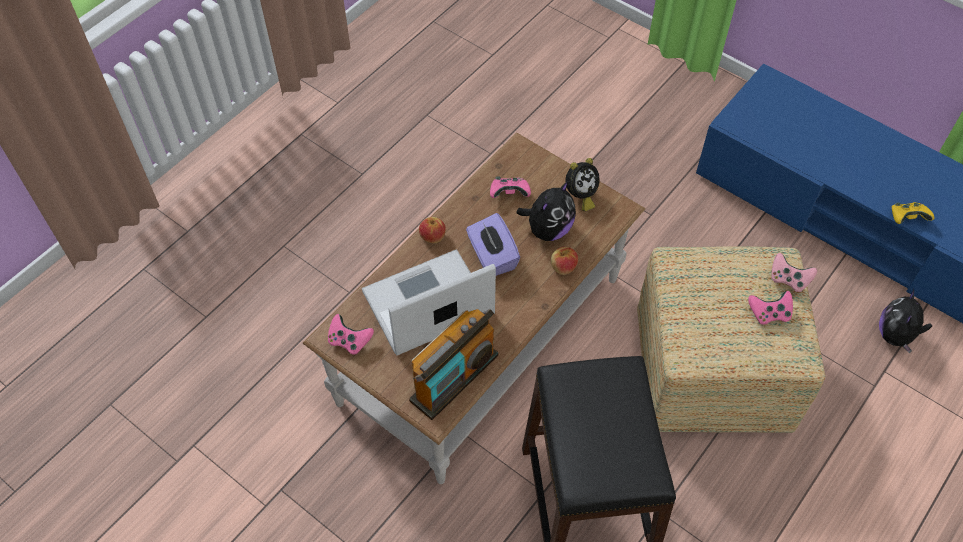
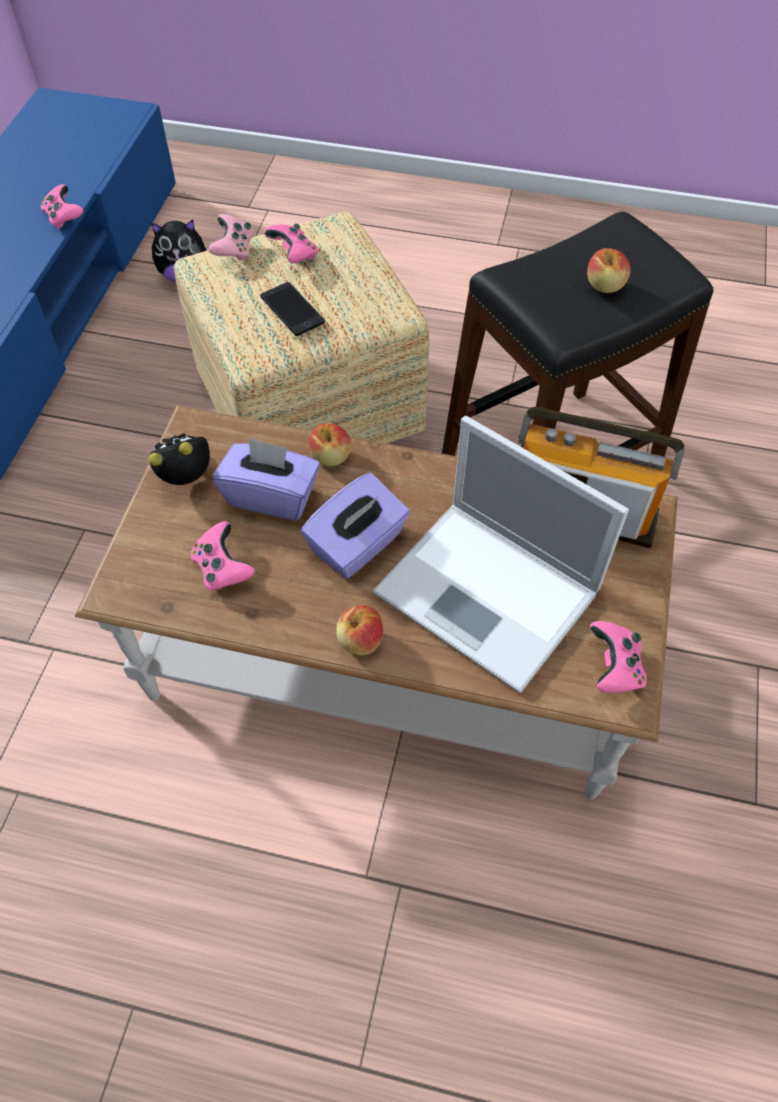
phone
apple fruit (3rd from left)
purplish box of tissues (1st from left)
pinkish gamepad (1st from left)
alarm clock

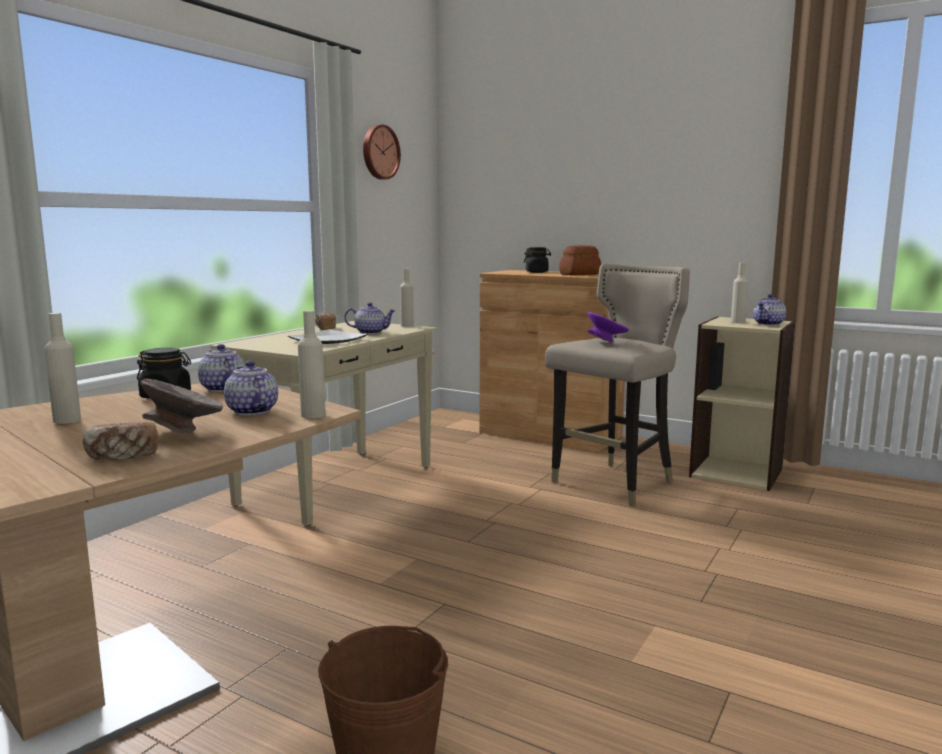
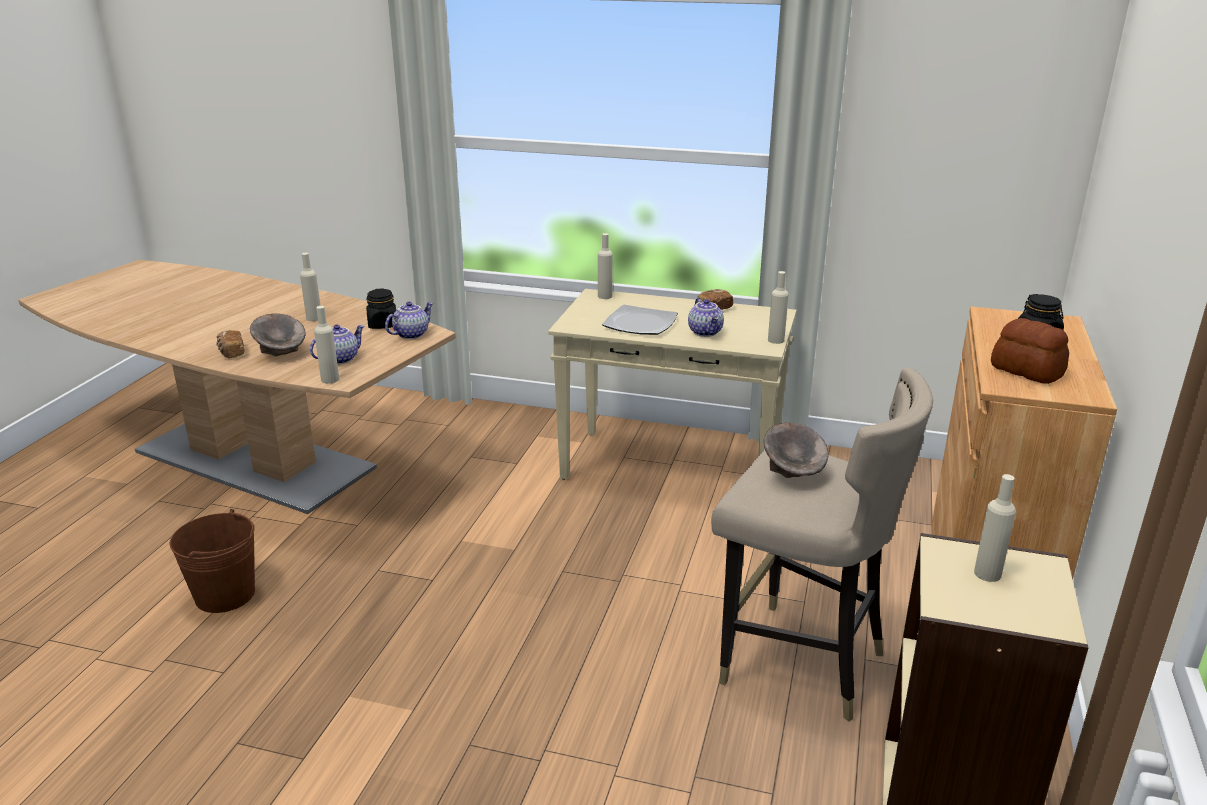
wall clock
tea pot (4th from left in the first image)
beige-coloured bottle (3rd from left)
gray serving bowl (2nd from left)

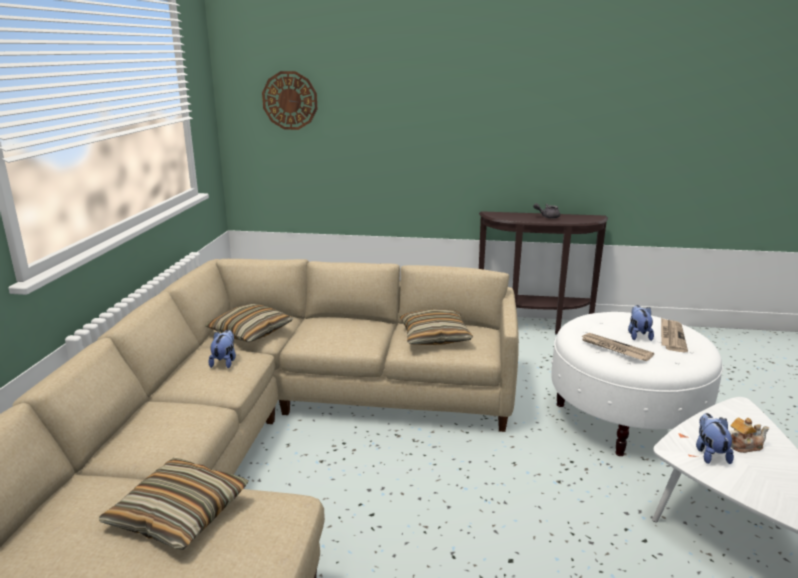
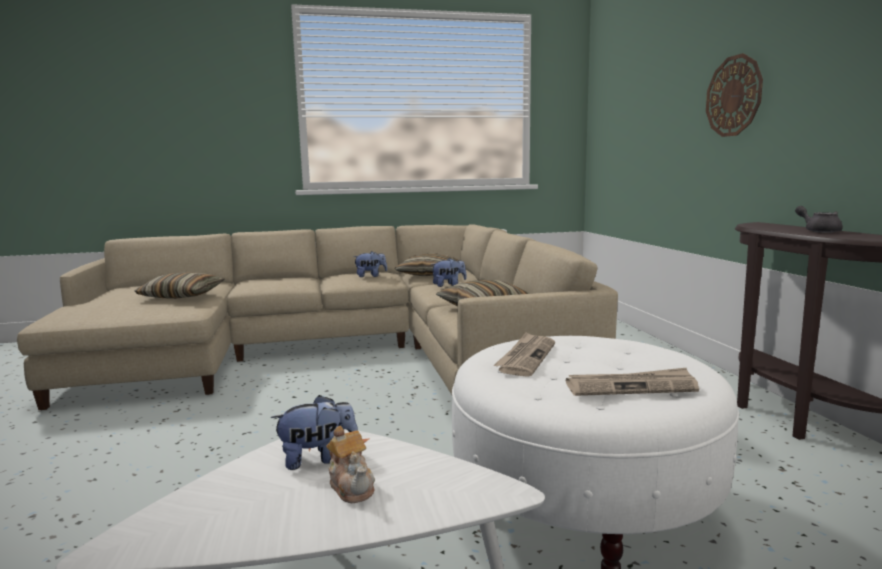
wall clock
plush toy (3rd from left)

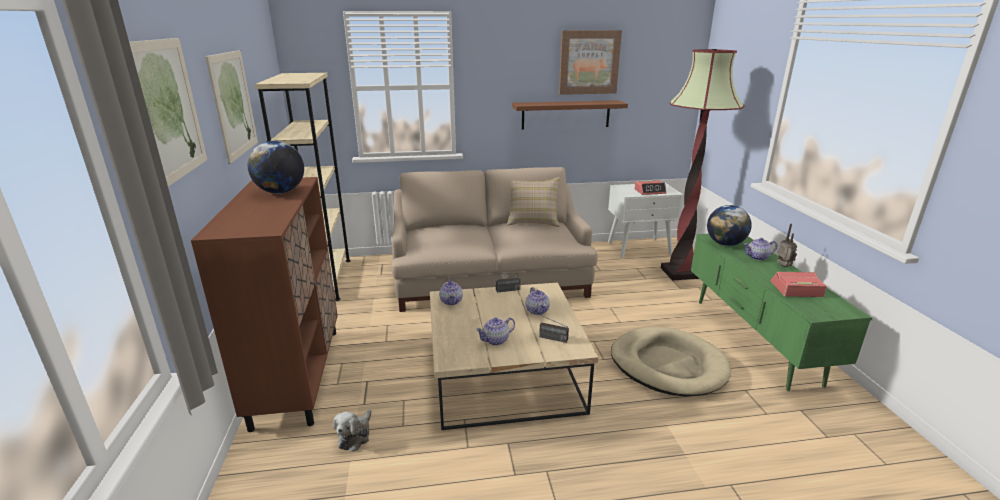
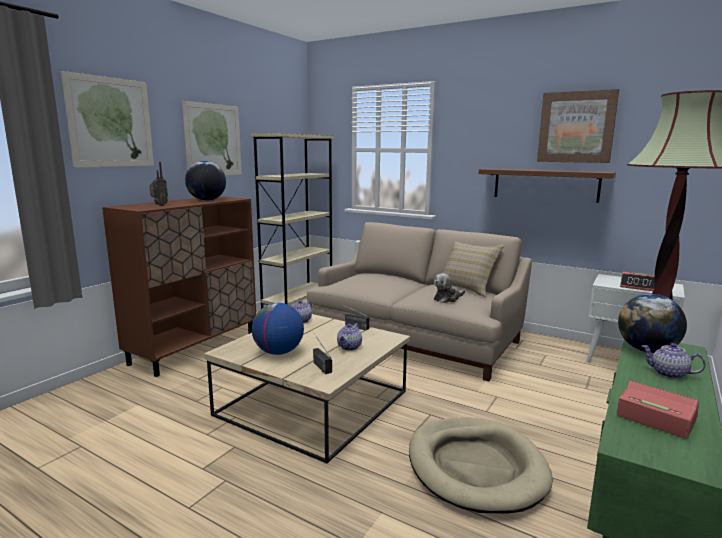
plush toy
radio (1st from left)
desk globe (2nd from left)

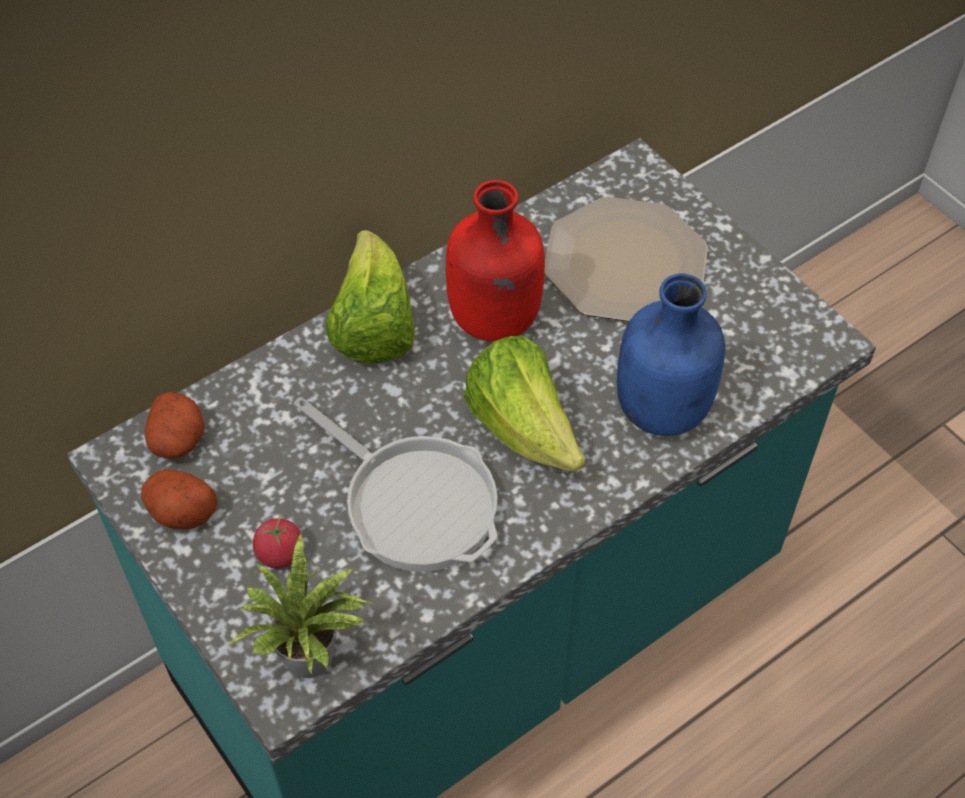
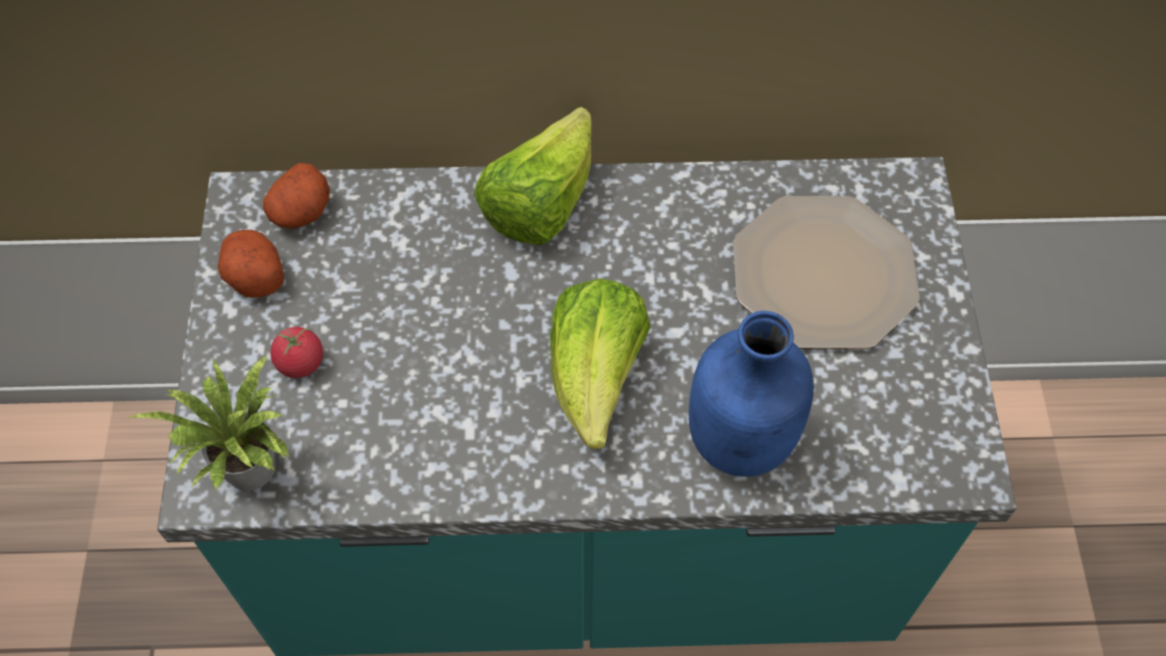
pan
reddish bottle

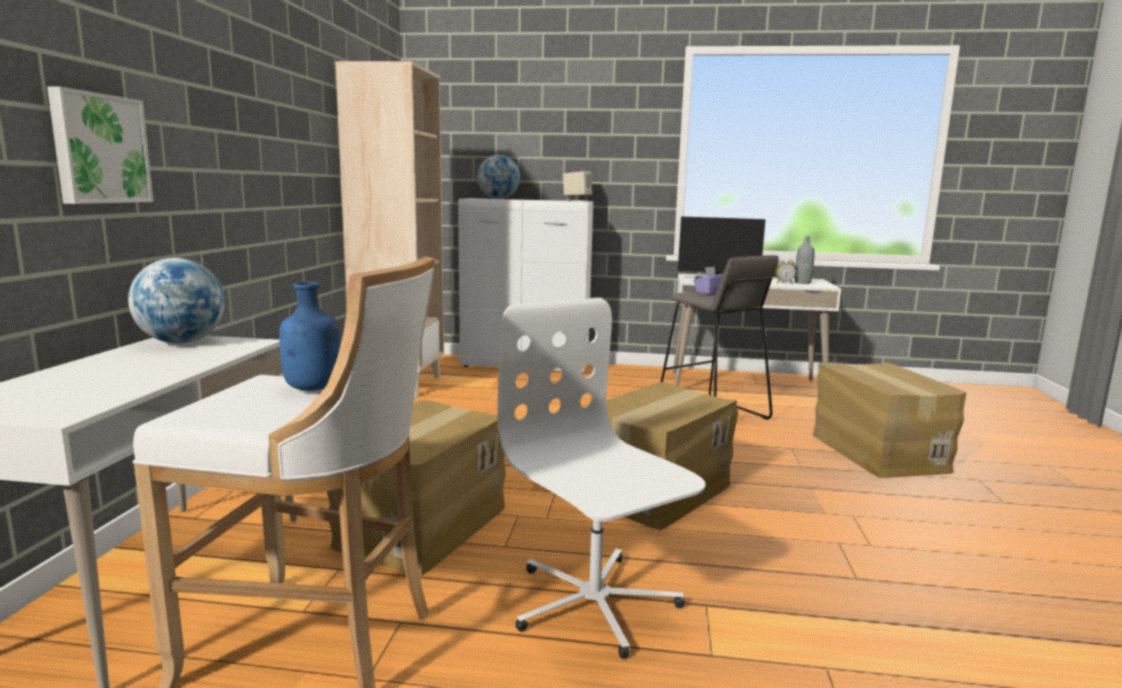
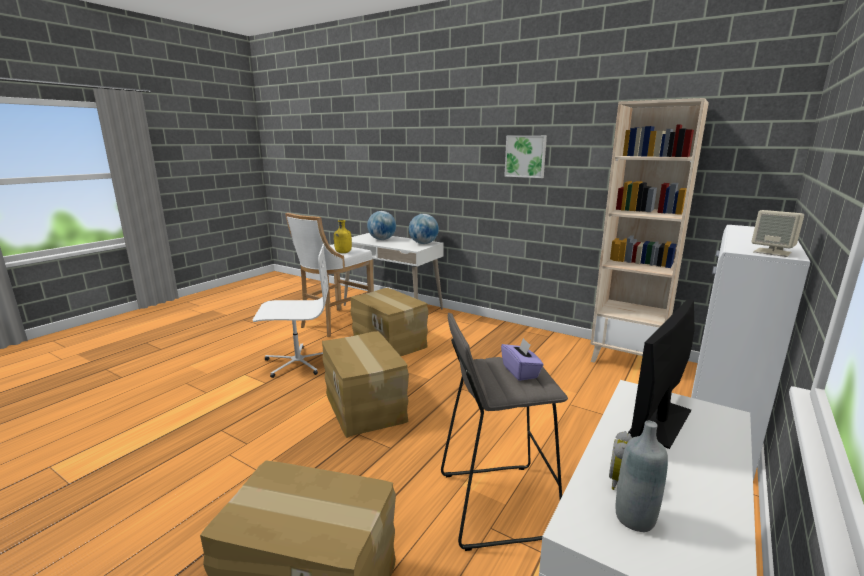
wall picture
desk globe (1st from left)
yellow-coloured bottle

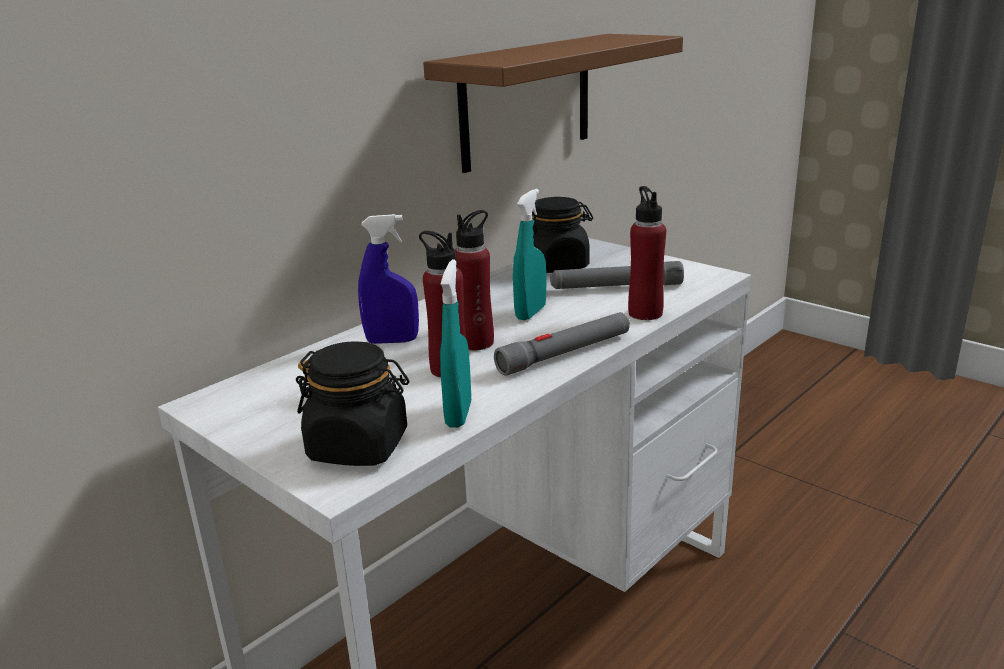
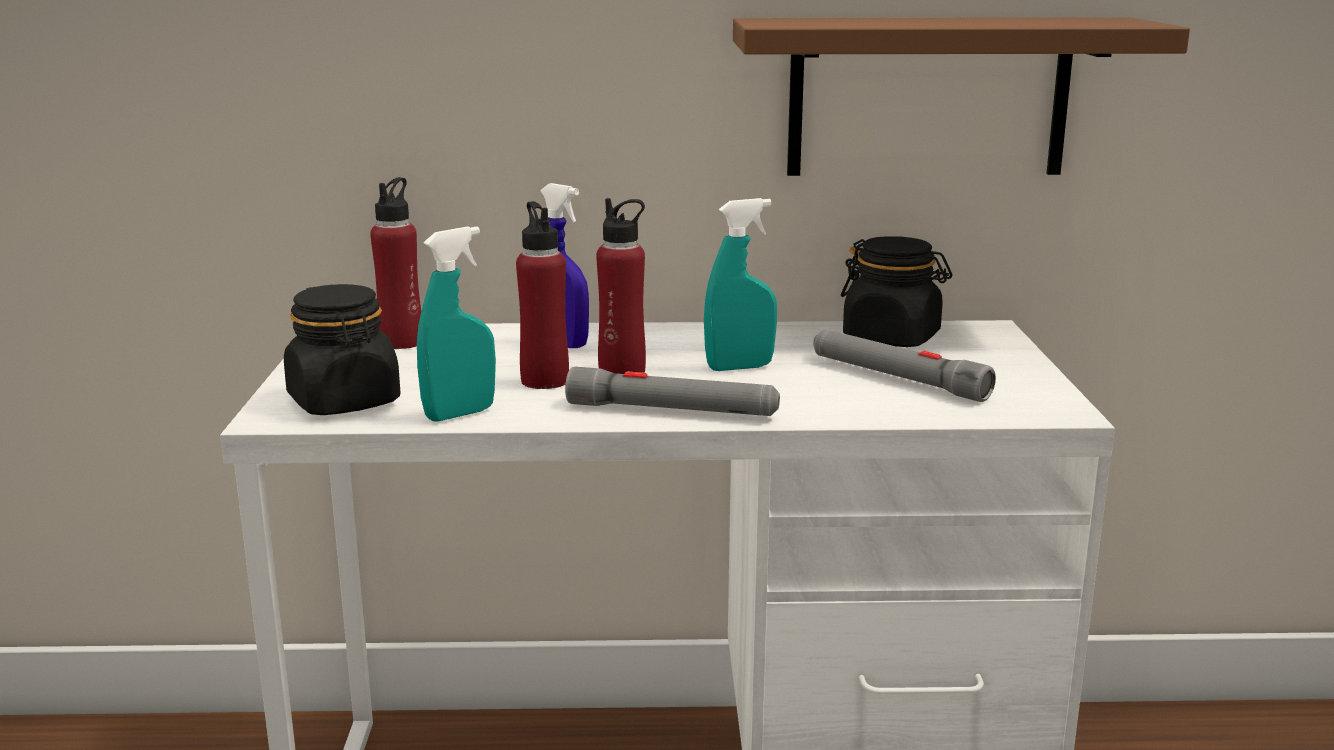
reddish bottle (1st from left)

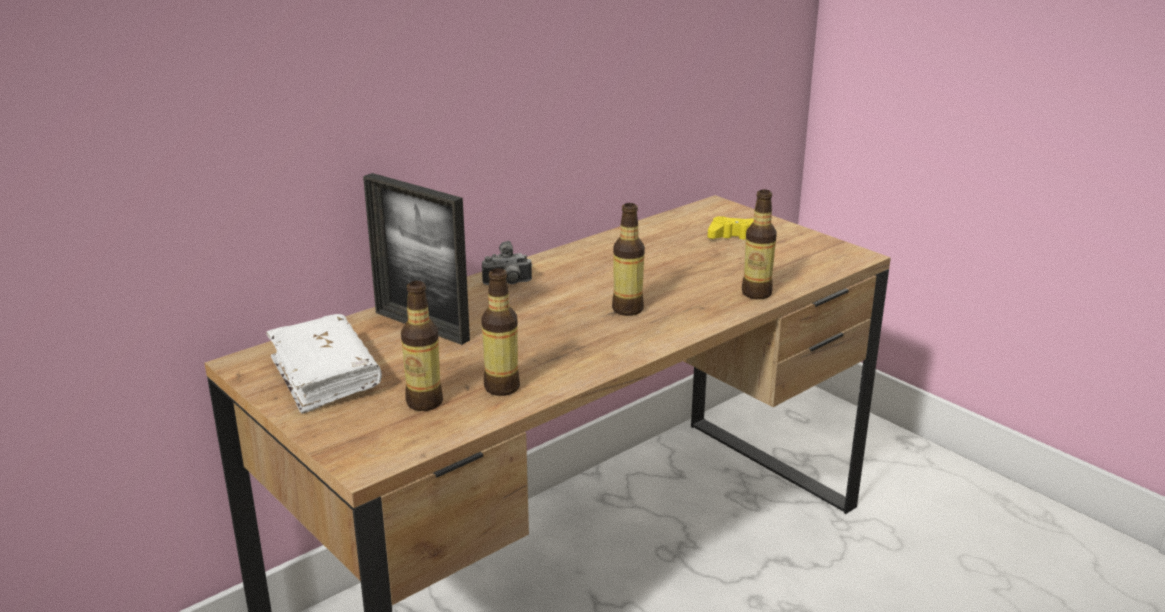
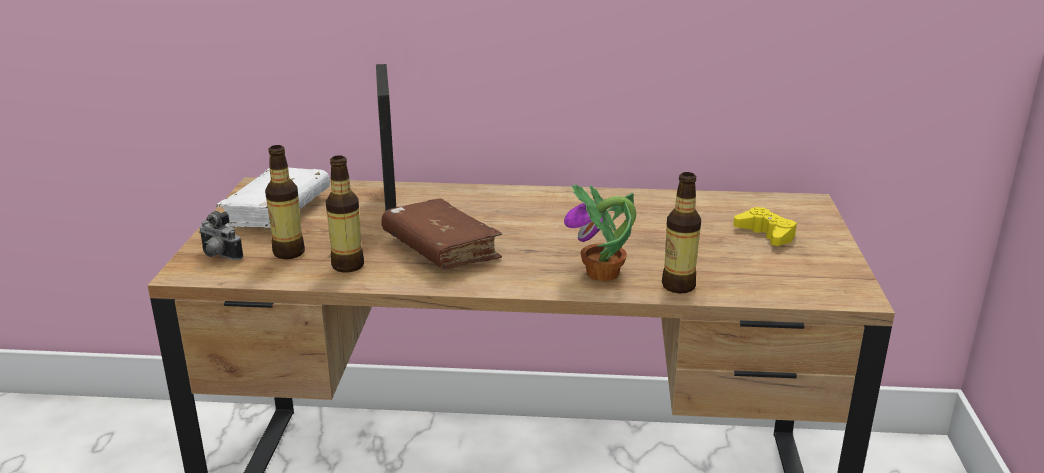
bottle (3rd from left in the first image)
brownish bound book
potted plant
still camera

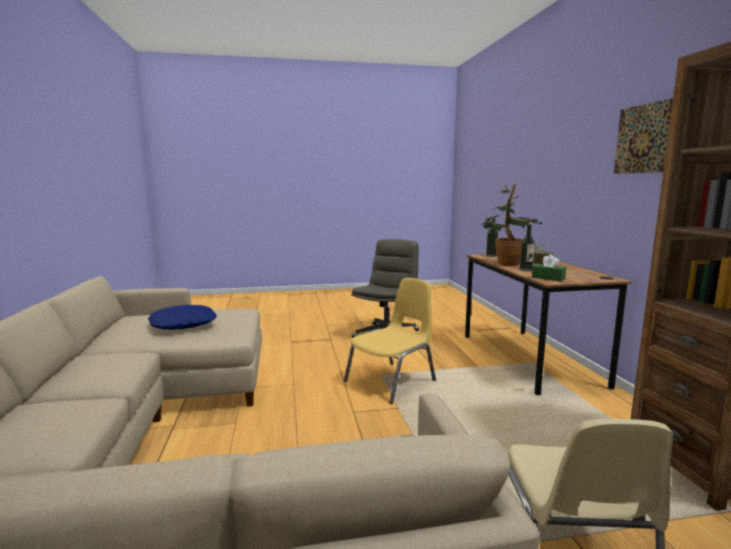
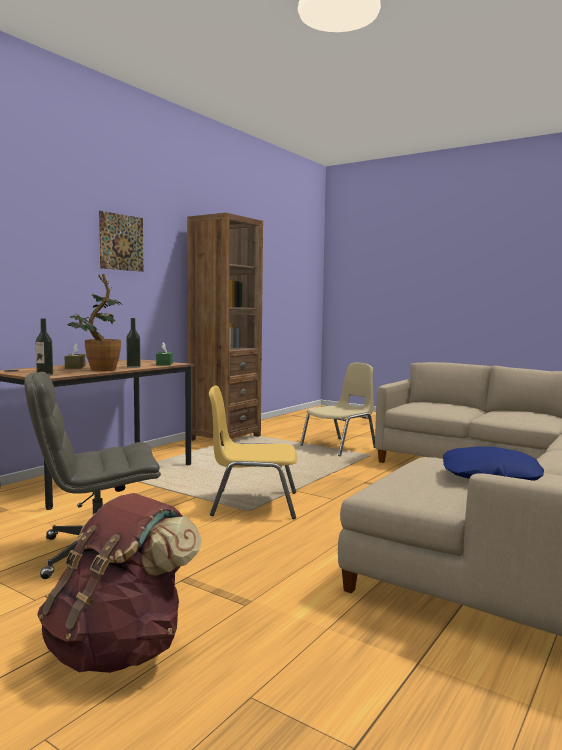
brownish knapsack

